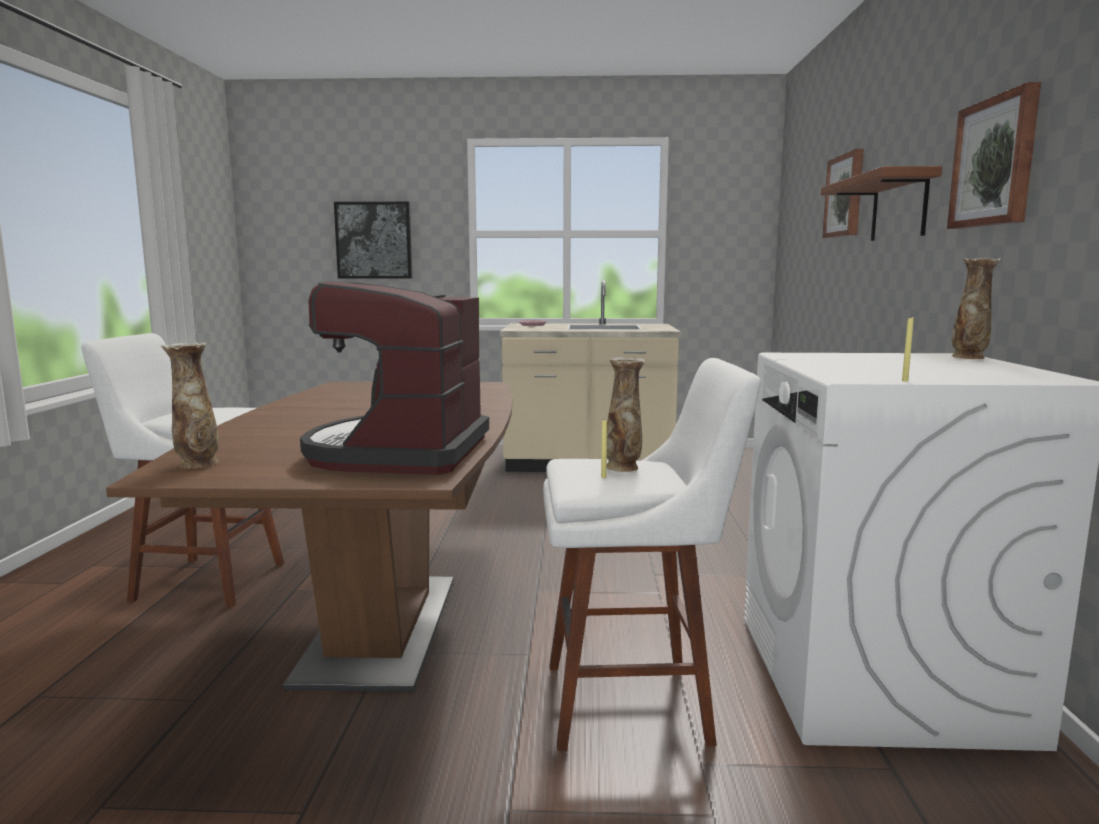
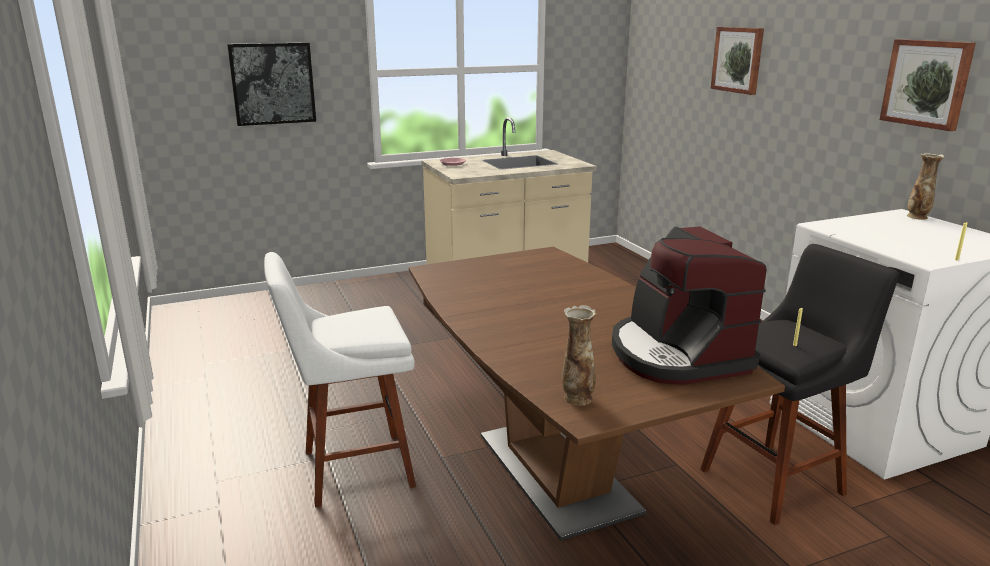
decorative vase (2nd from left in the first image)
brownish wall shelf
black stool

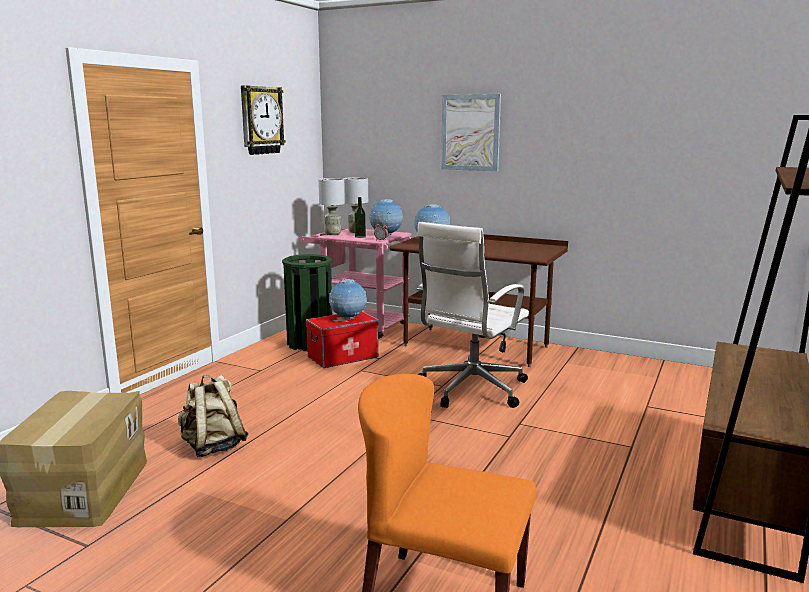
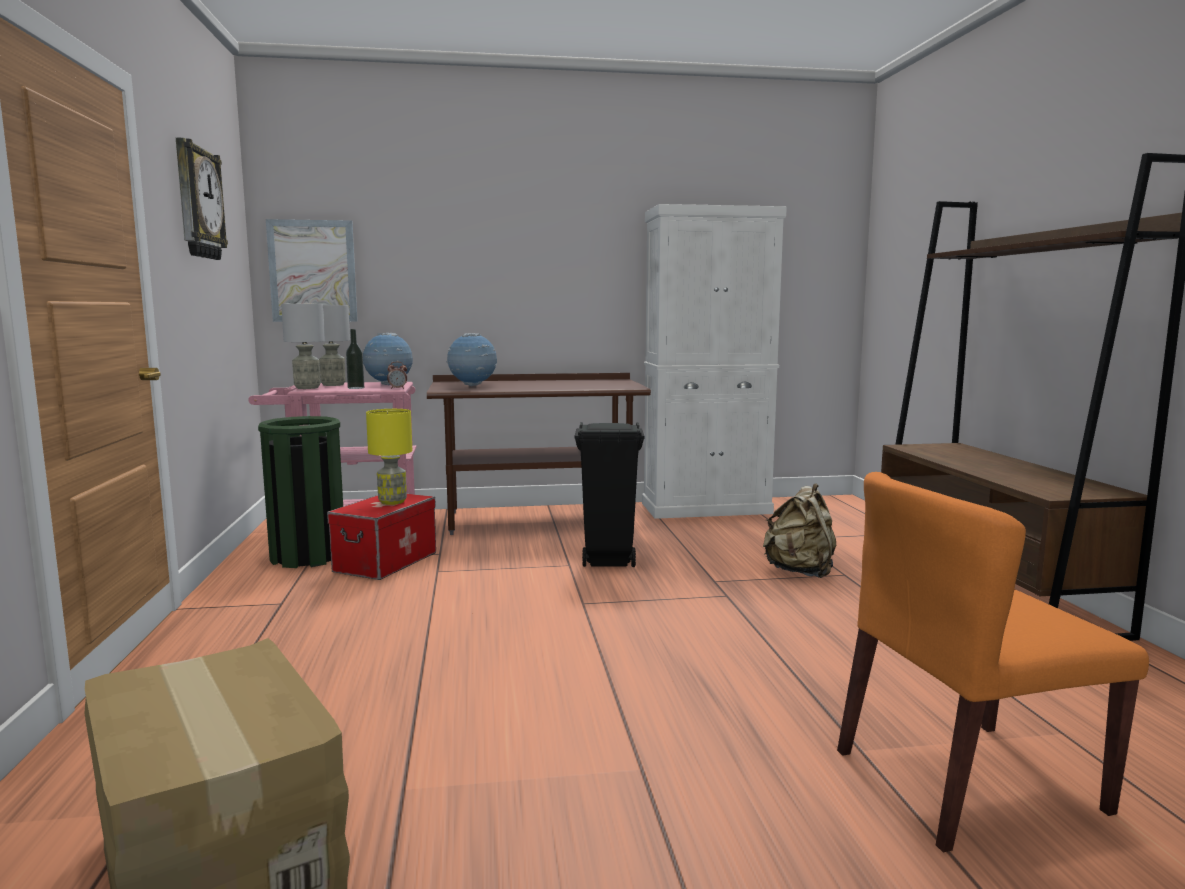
white-coloured storage cabinet
beige-coloured knapsack
wall picture
yellow-coloured table lamp
black waste bin

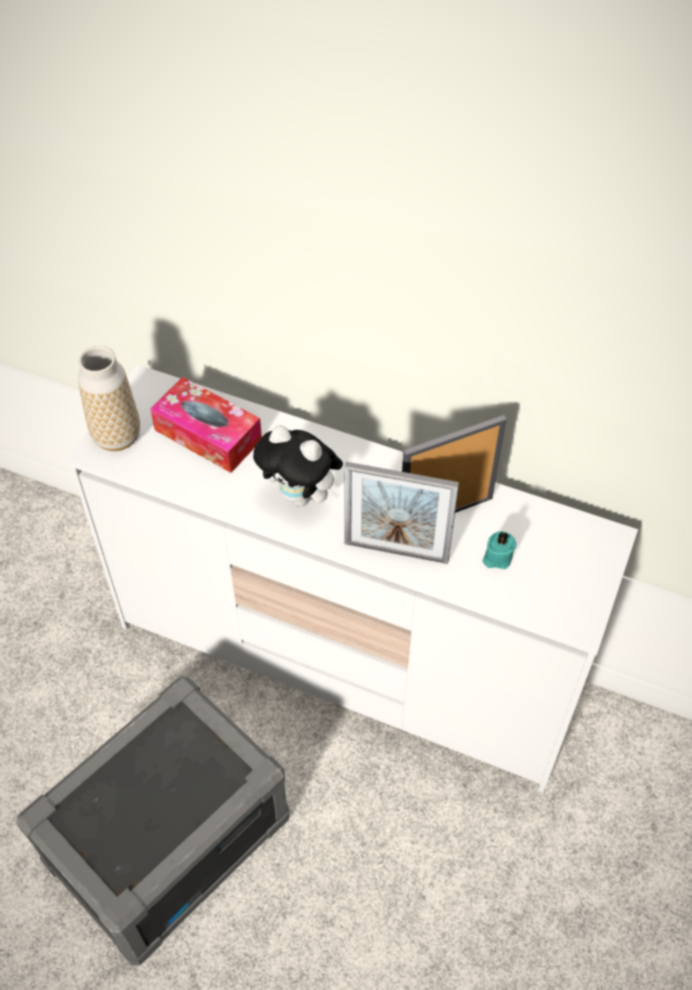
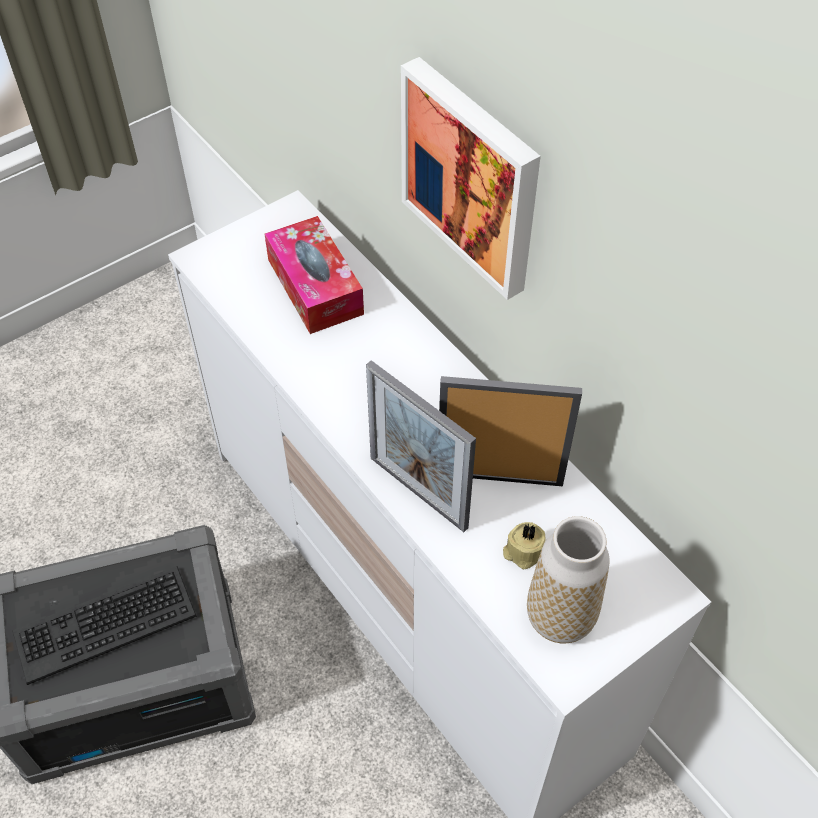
plush toy
computer keyboard
wall picture
decorative vase
beige-coloured wax light

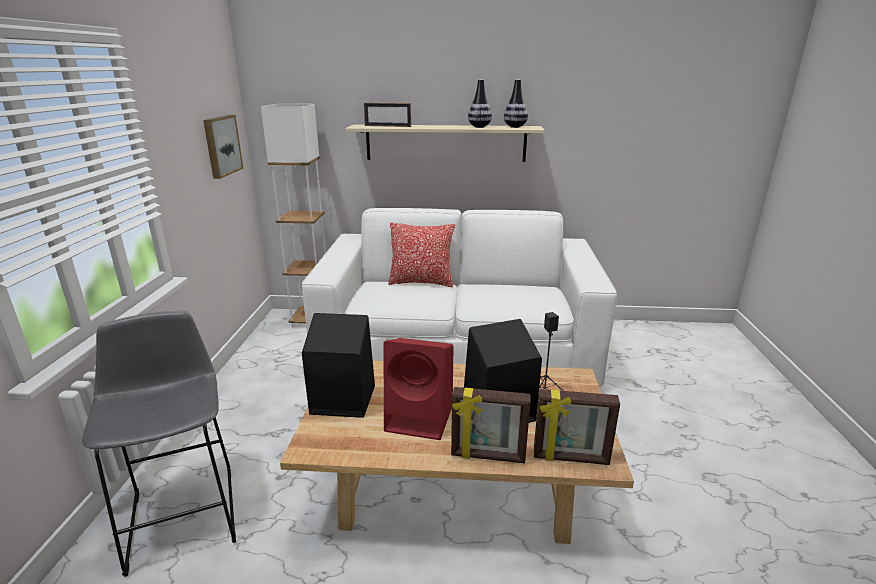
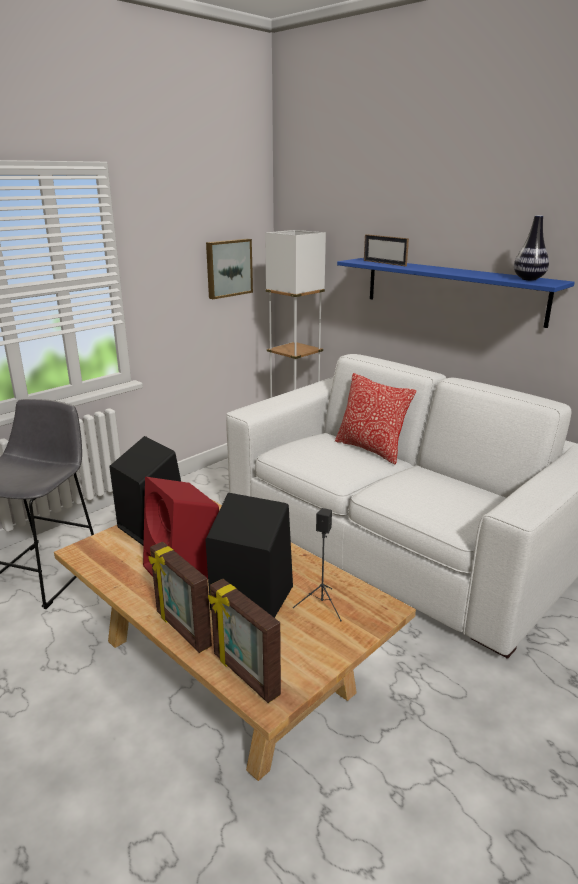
decorative vase (1st from left in the first image)
blue wall shelf

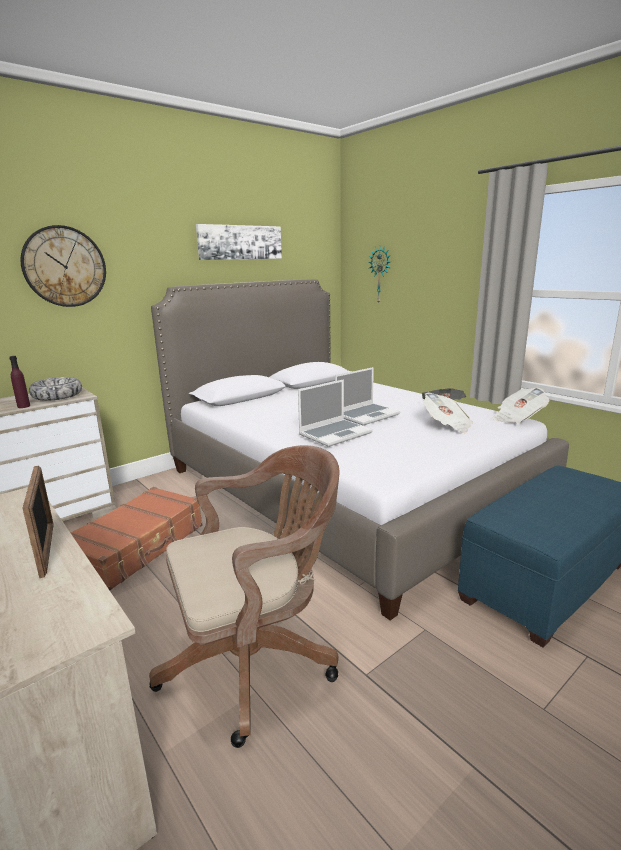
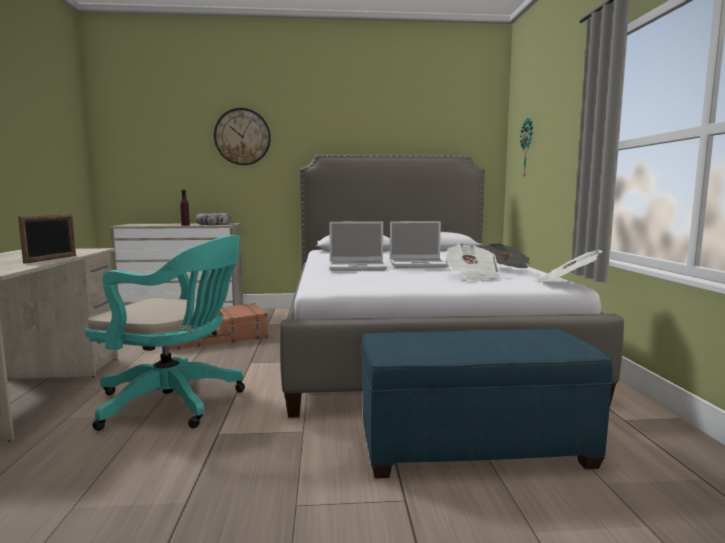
wall picture
blue-green desk chair

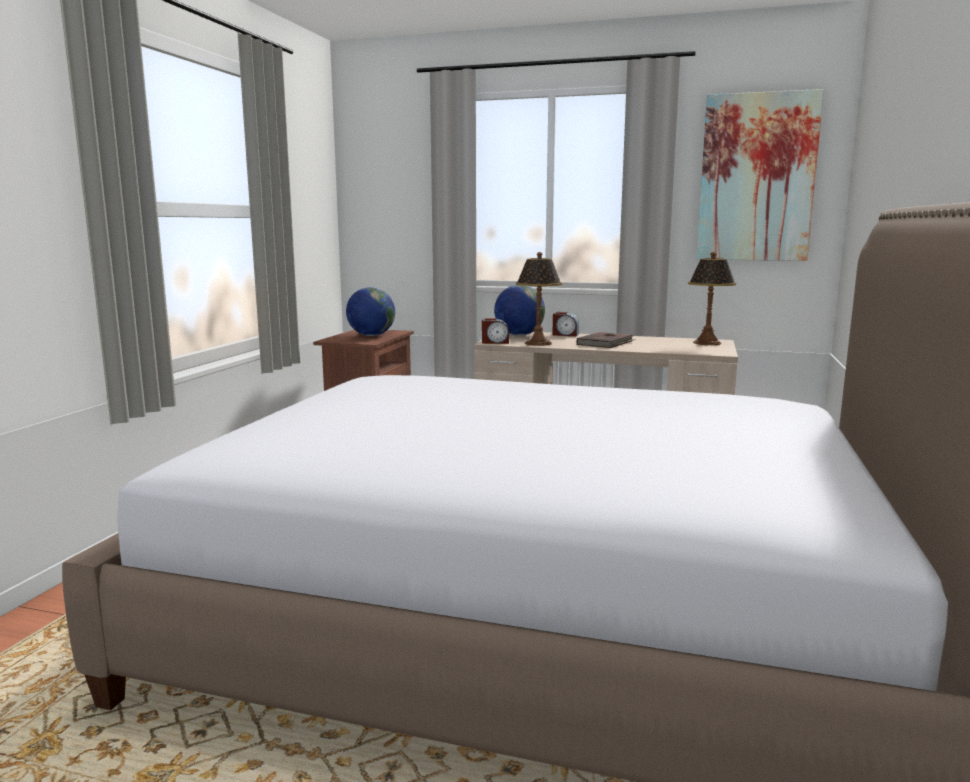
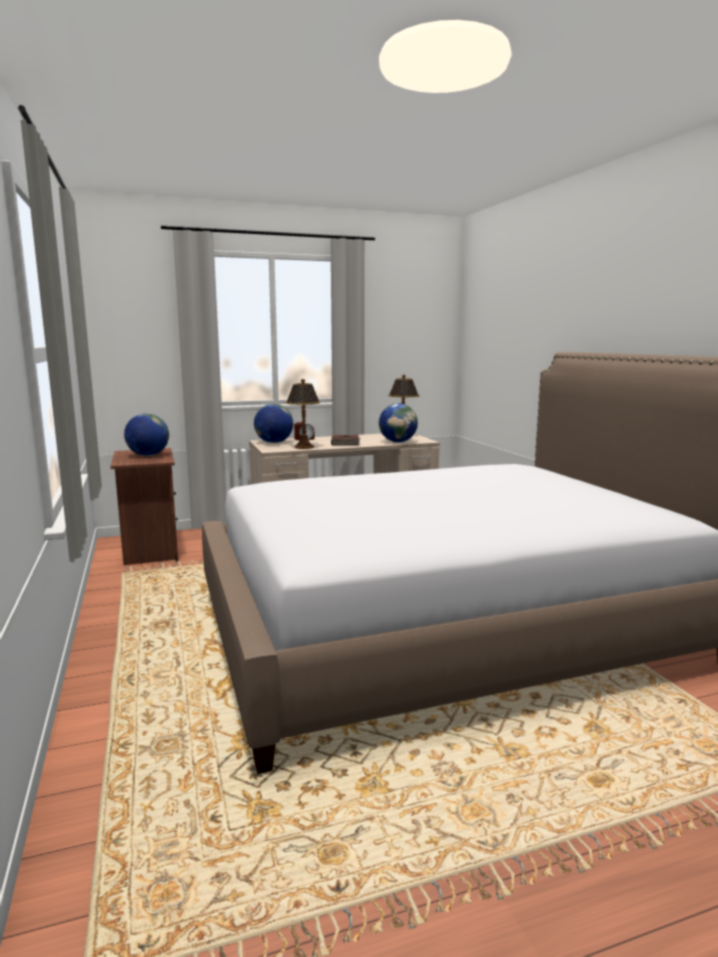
alarm clock (1st from left in the first image)
wall picture
desk globe (3rd from left)

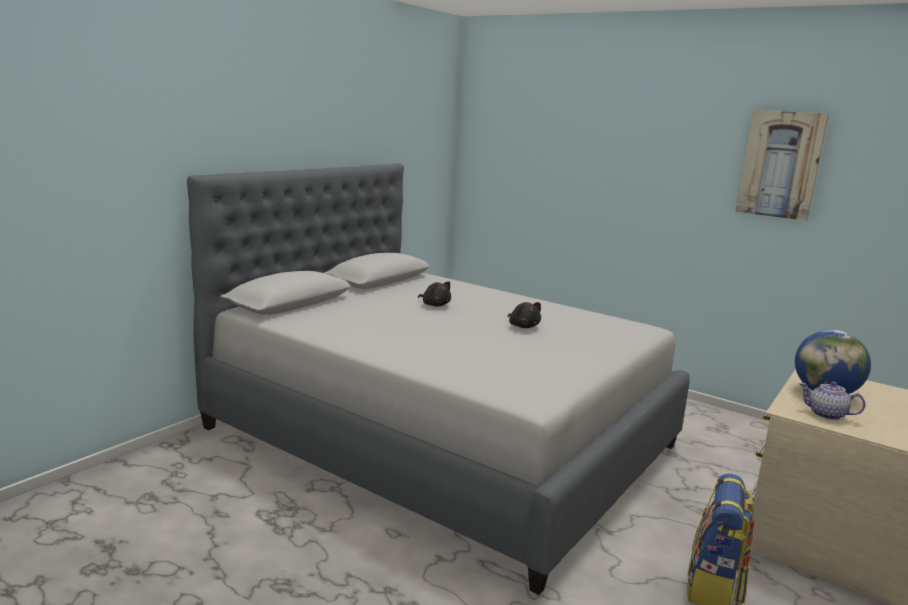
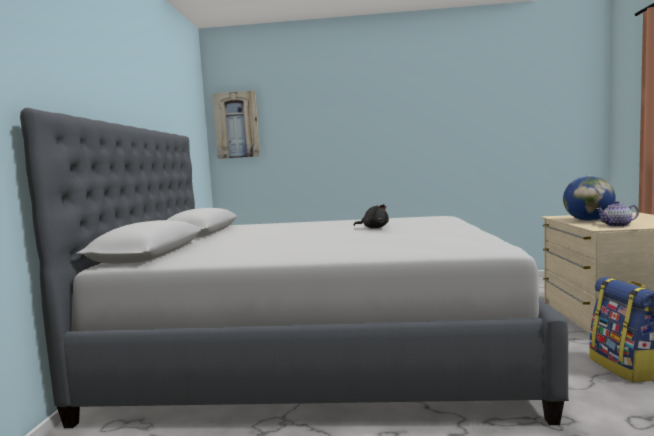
black plush toy (1st from left in the first image)
wall picture

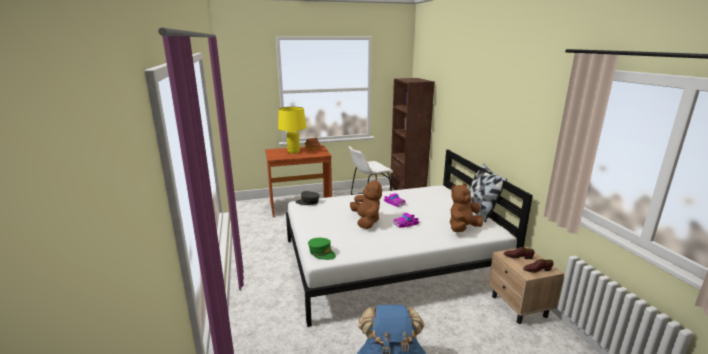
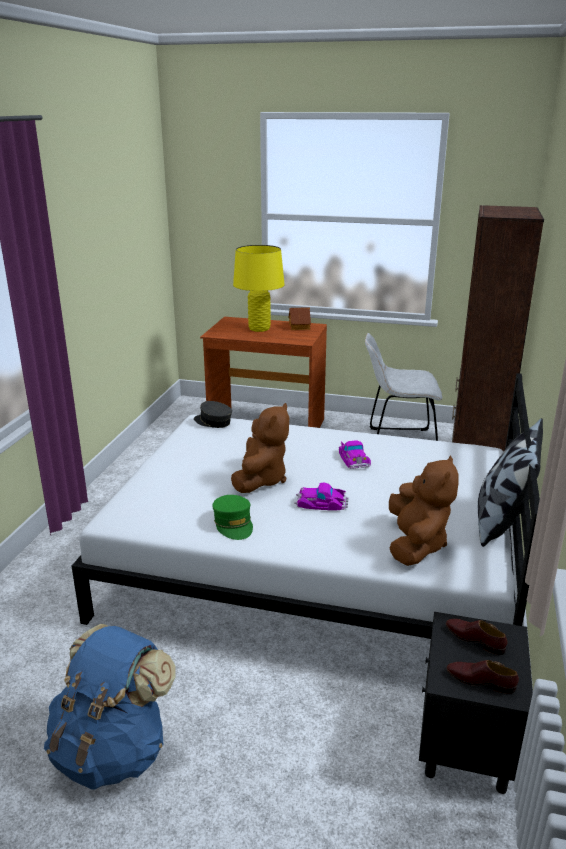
greenish baseball cap
black nightstand
brownish plush toy (2nd from left)

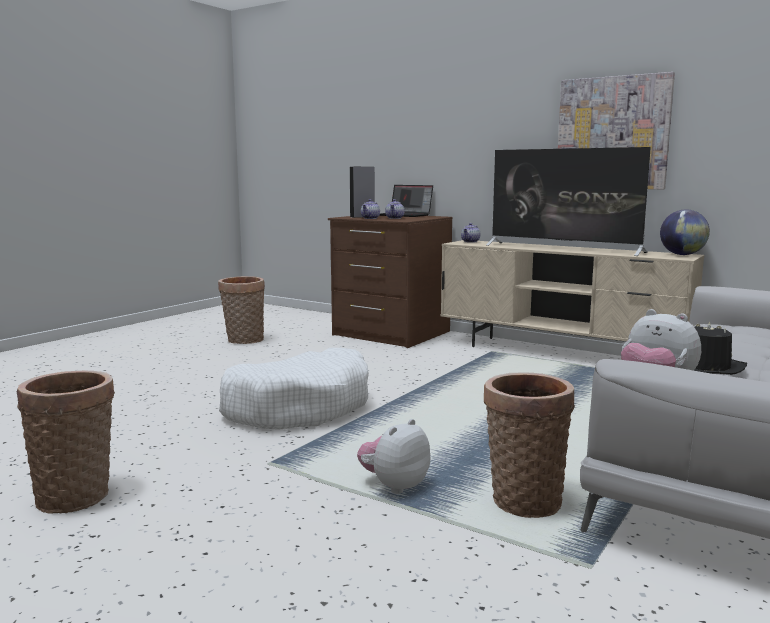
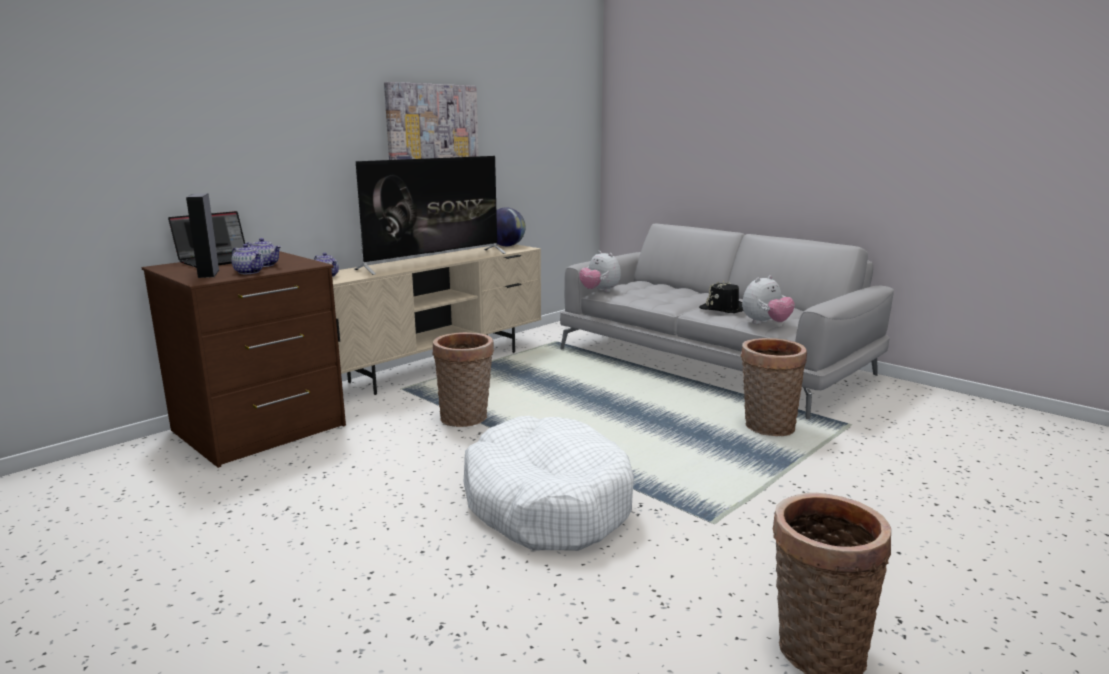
basket (1st from left)
plush toy (1st from left)

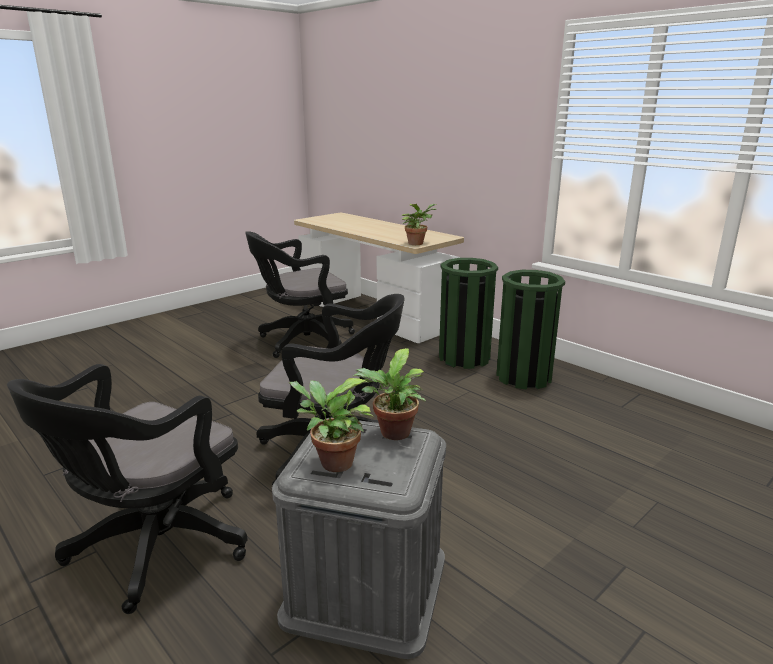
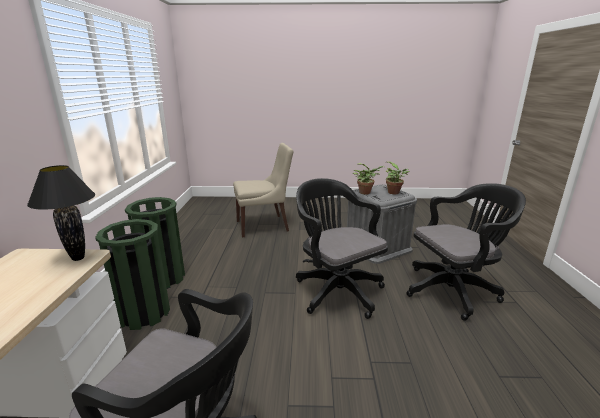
beige-coloured chair
black table lamp

